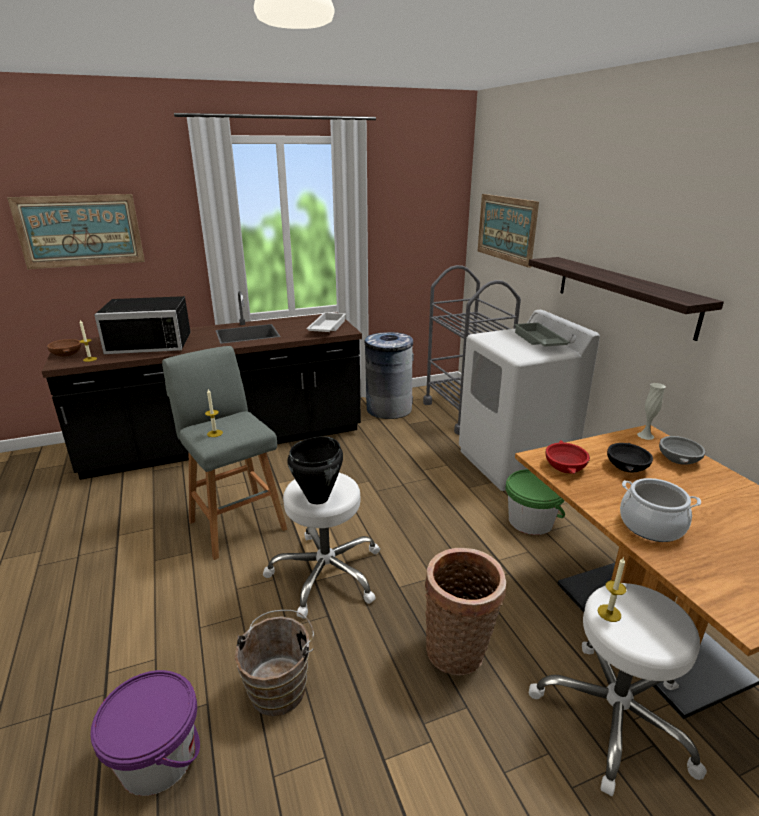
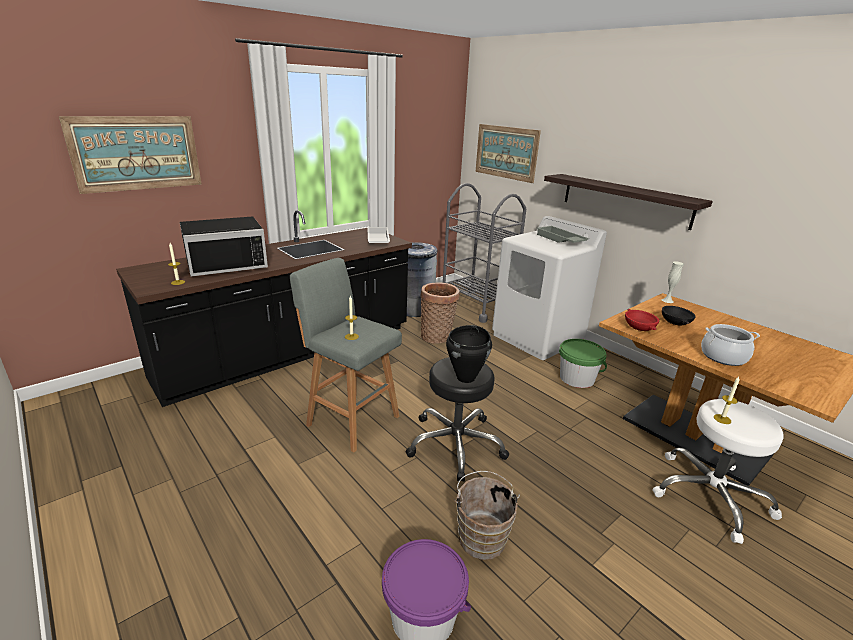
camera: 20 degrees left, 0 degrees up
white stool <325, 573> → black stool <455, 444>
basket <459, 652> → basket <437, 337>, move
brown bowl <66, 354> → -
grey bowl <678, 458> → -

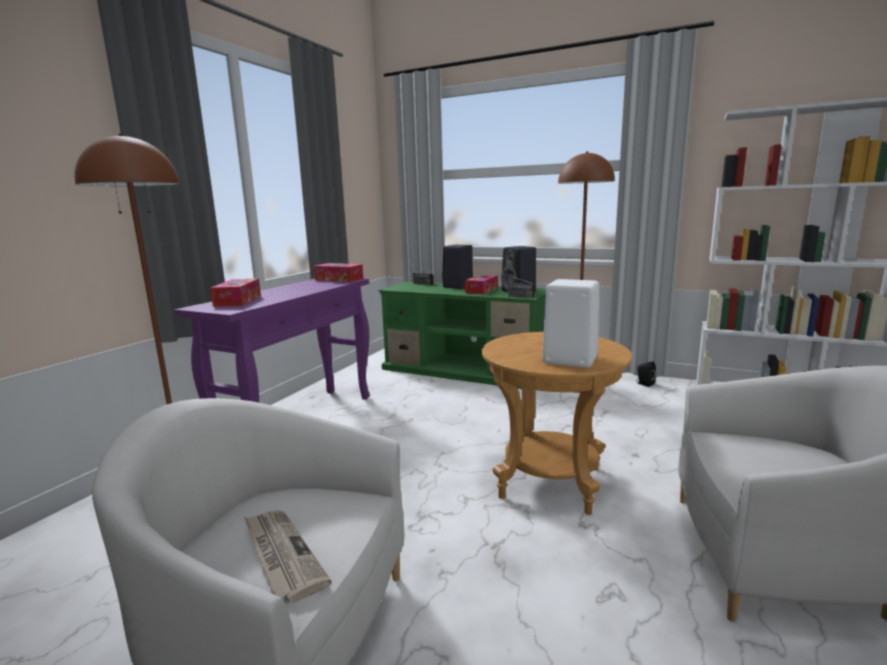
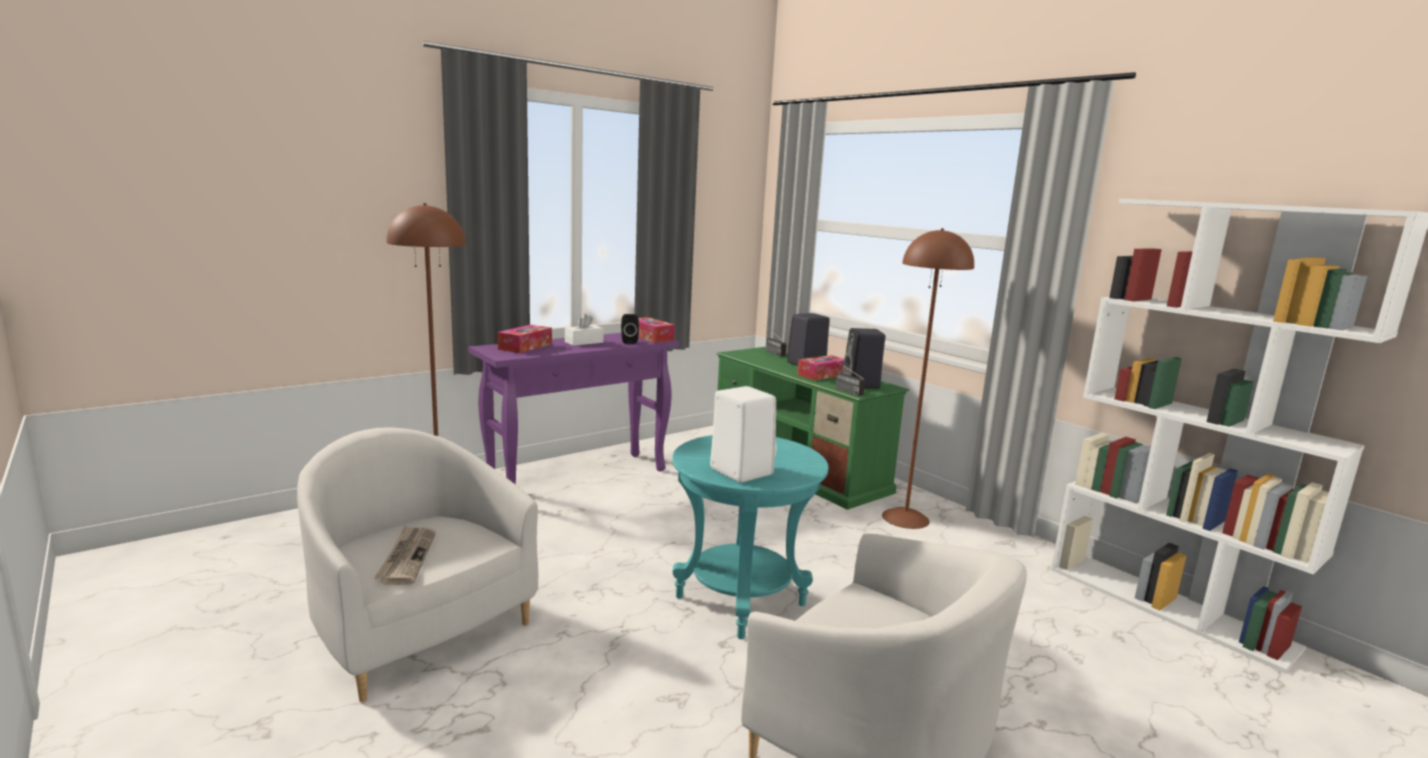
camera: 25 degrees right, 0 degrees up
- → white tissue box <584, 342>
black speaker <644, 384> → black speaker <628, 342>, move
brown side table <550, 482> → turquoise side table <740, 600>

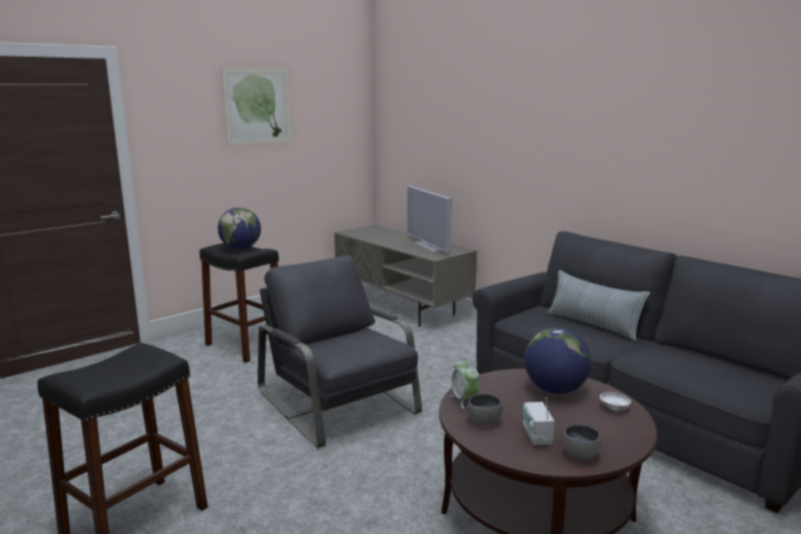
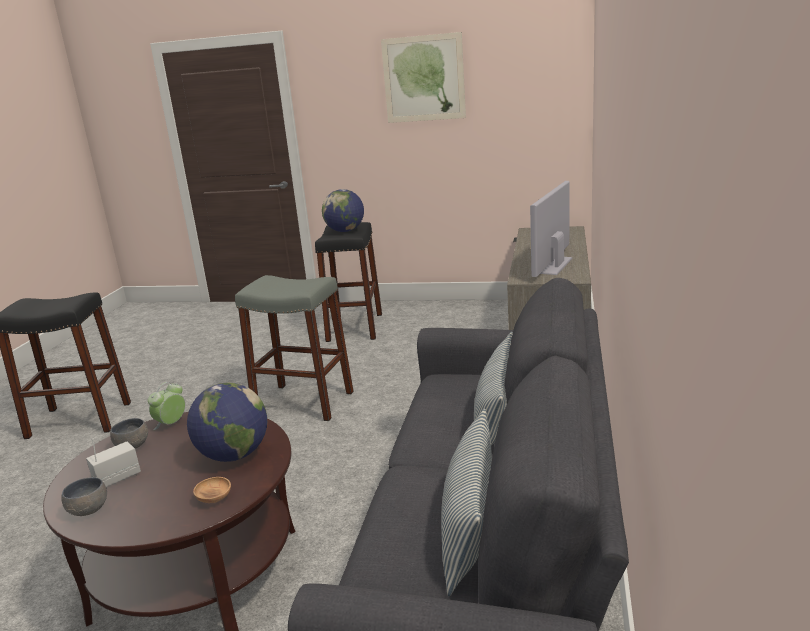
camera: 55 degrees right, 5 degrees up
white bowl <614, 408> → brown bowl <214, 498>
grey armchair <339, 402> → grey stool <303, 402>
- → pillow <469, 529>

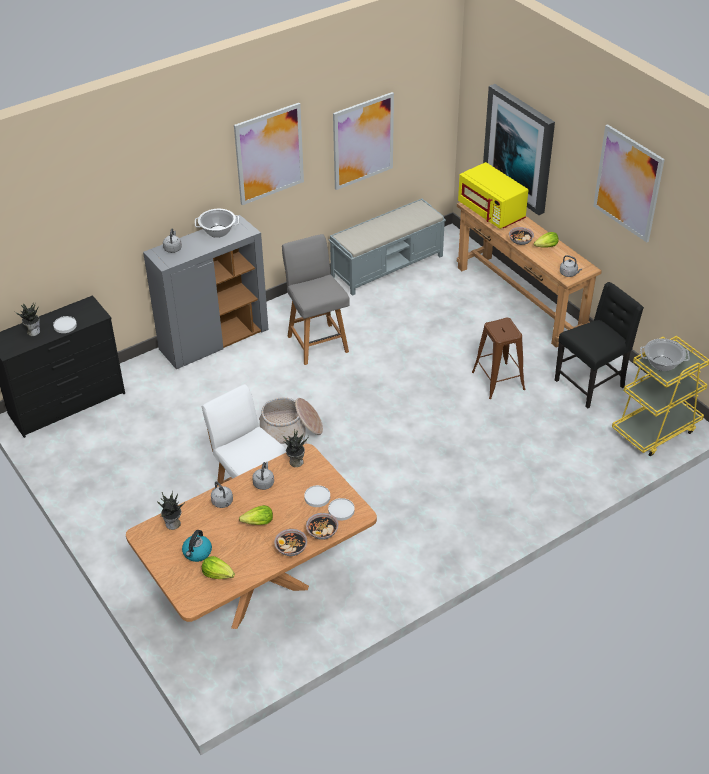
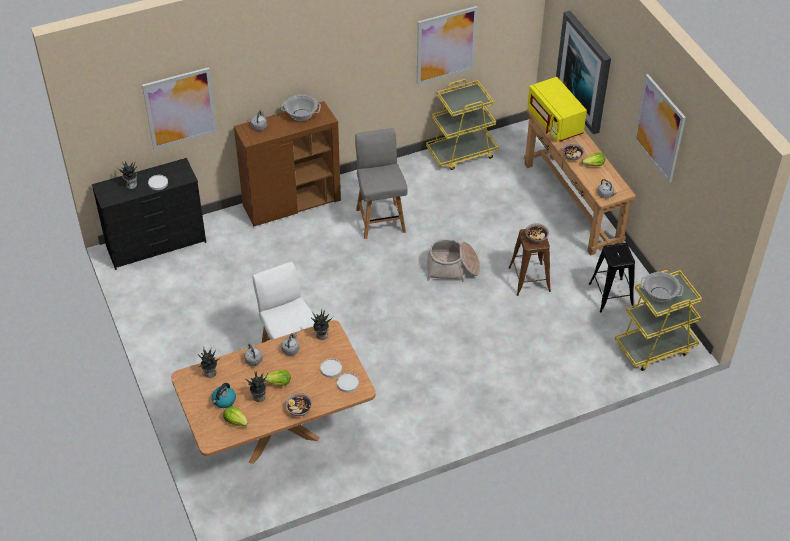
camera: 10 degrees right, 5 degrees up
picture <269, 153> → picture <180, 108>, move
grey cabinet <214, 340> → brown cabinet <292, 204>
- → potted plant <258, 397>
grey bench <388, 265> → yellow cart <462, 153>
basket <291, 431> → basket <452, 268>, move
bowl <322, 532> → bowl <536, 237>, move
black chair <591, 384> → black stool <611, 295>

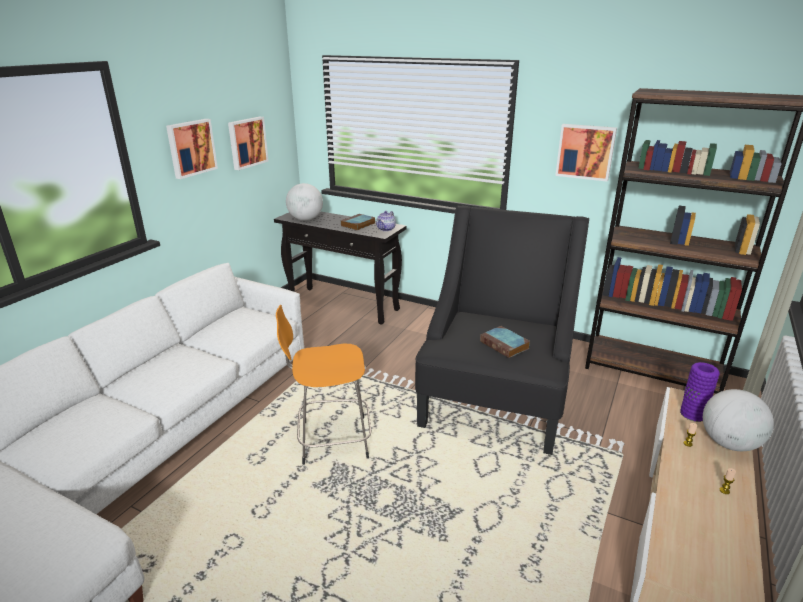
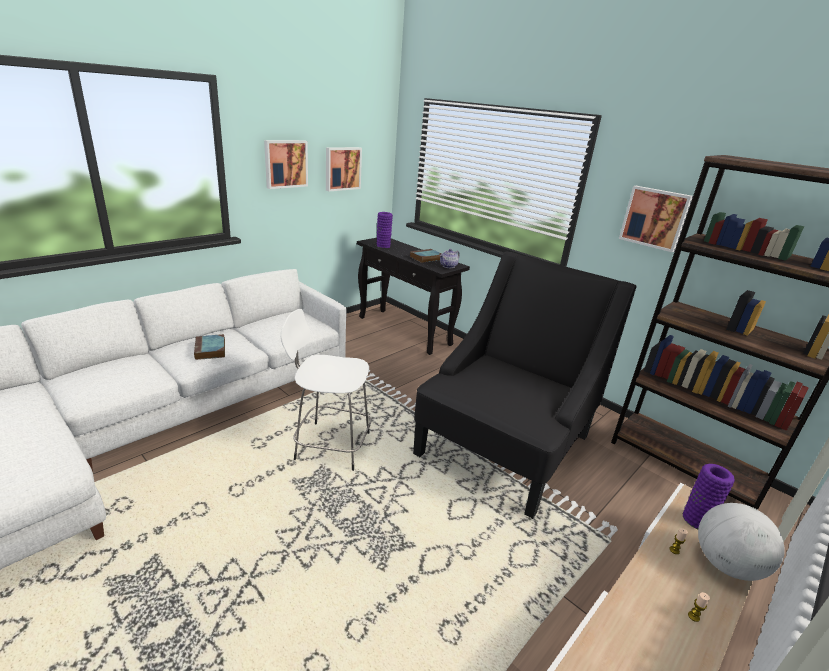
camera: 15 degrees right, 0 degrees up
book <505, 345> → book <210, 350>, move
orange stool <331, 440> → white stool <330, 445>
globe <305, 219> → purple vase <383, 246>

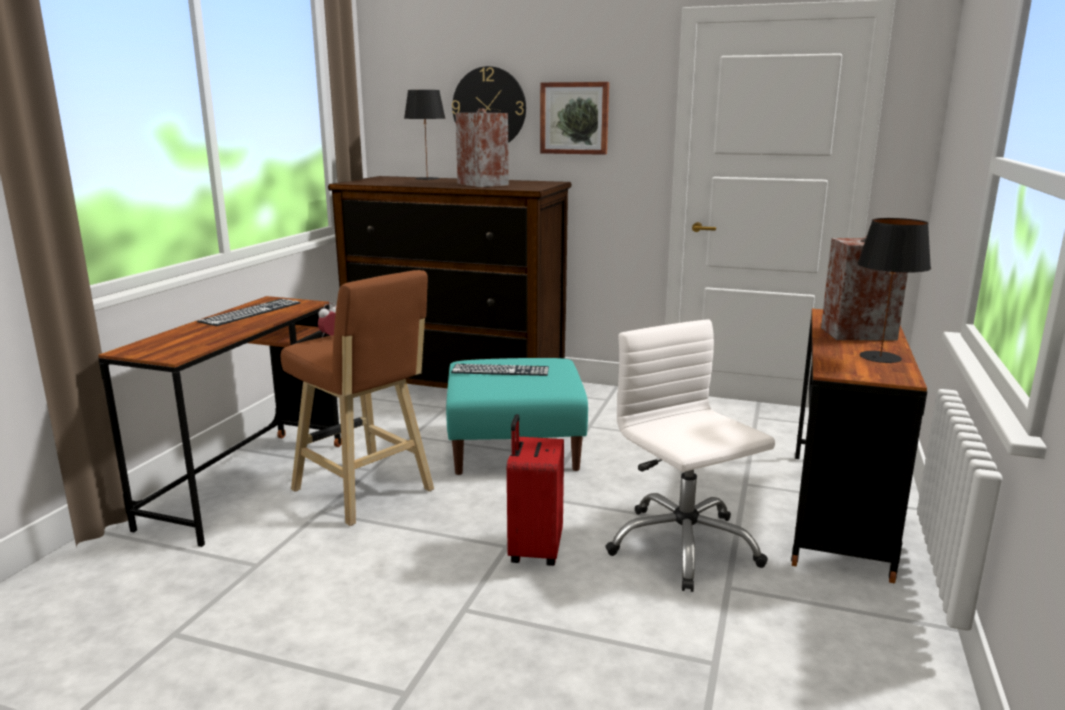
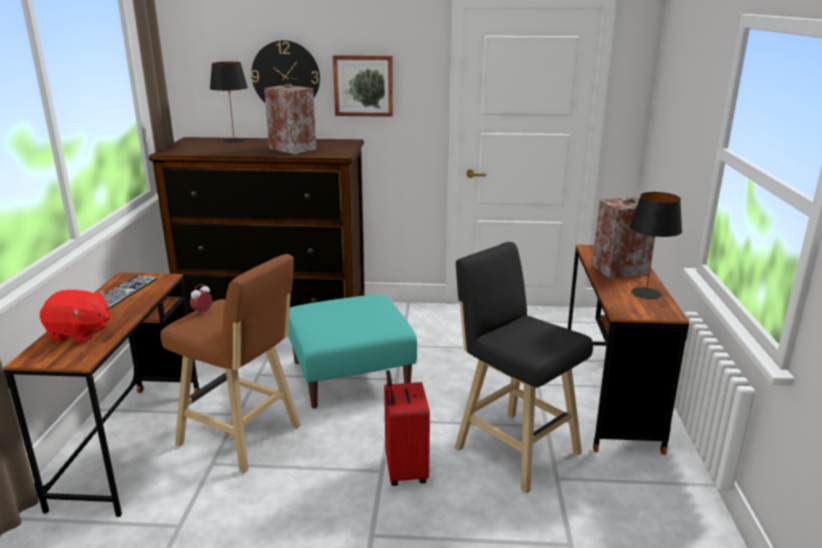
camera: 15 degrees left, 5 degrees up
- → red plush toy <80, 333>
white office chair <683, 546> → black stool <513, 448>
keyboard <500, 370> → -

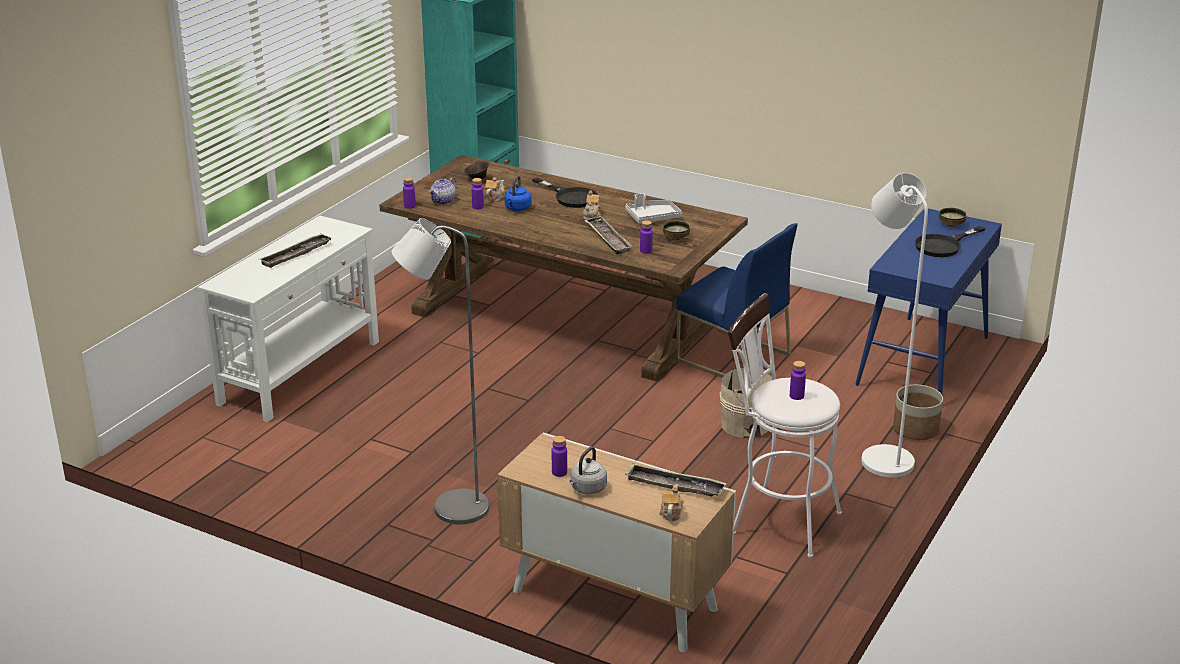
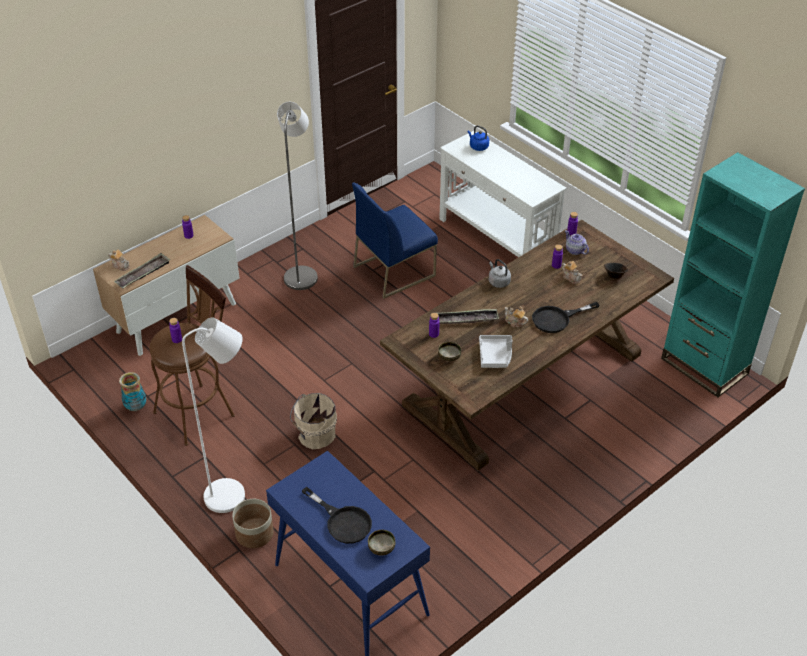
camera: 110 degrees right, 15 degrees up
- → vase <136, 407>
white stool <776, 520> → brown stool <199, 410>
black frying pan <943, 245> → black frying pan <343, 521>, 150 degrees clockwise
blue chair <732, 358> → blue chair <394, 270>, move
blue kettle <517, 208> → blue kettle <478, 147>, move
grey kettle <587, 489> → grey kettle <498, 282>, move
tray <296, 254> → -

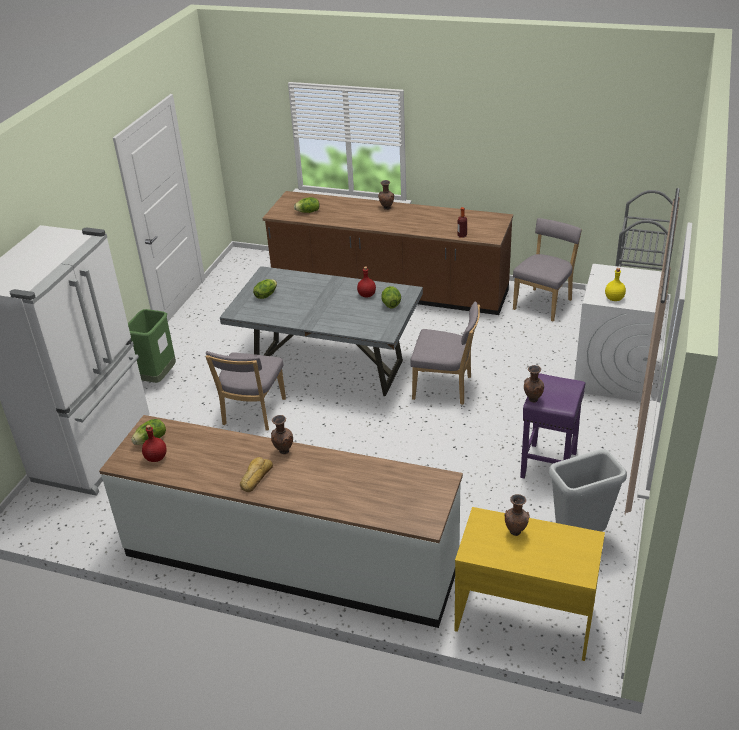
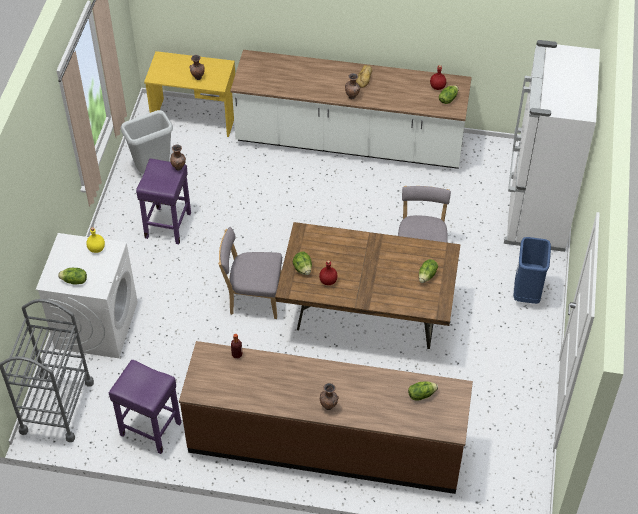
camera: 170 degrees right, 15 degrees up
- → lettuce <74, 281>
grey chair <544, 303> → purple stool <149, 429>
grey dining table <329, 368> → brown dining table <366, 317>
green trash can <158, 378> → blue trash can <526, 294>

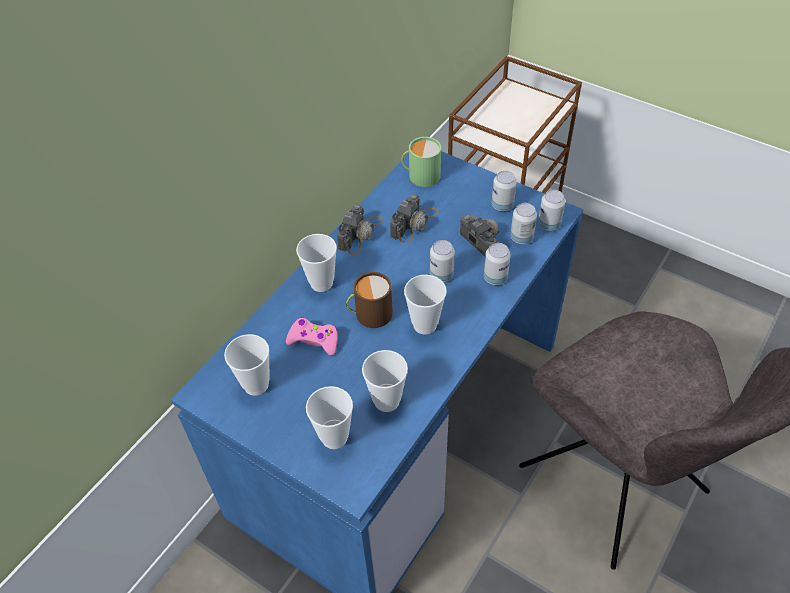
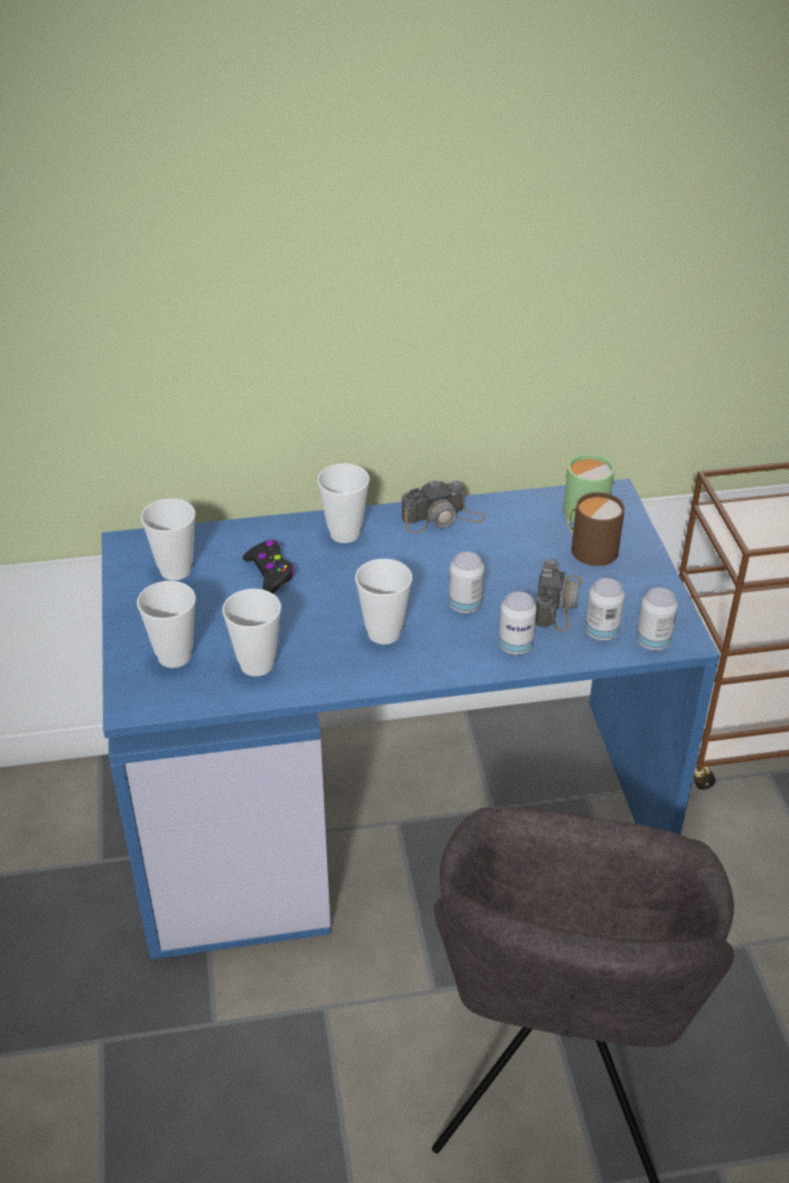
camera: 45 degrees right, 10 degrees down
pink game controller <314, 340> → black game controller <270, 572>
brown mug <369, 313> → brown mug <590, 548>, move
photo camera <414, 224> → -
can <502, 205> → -

